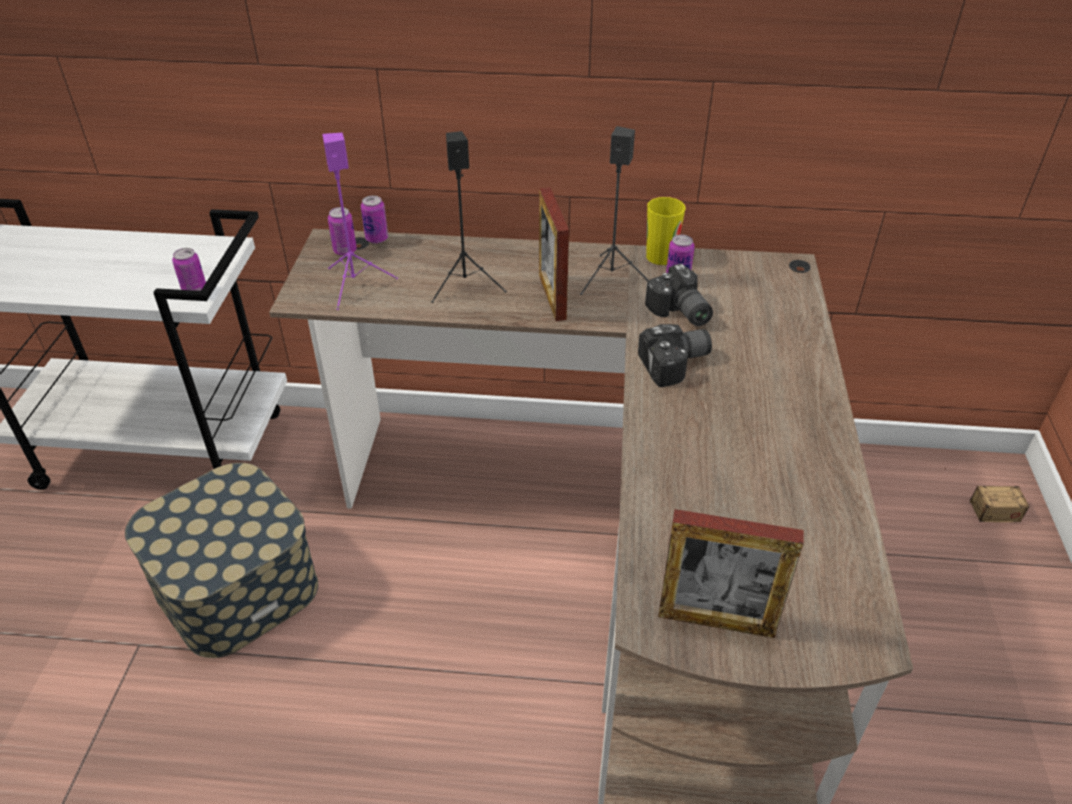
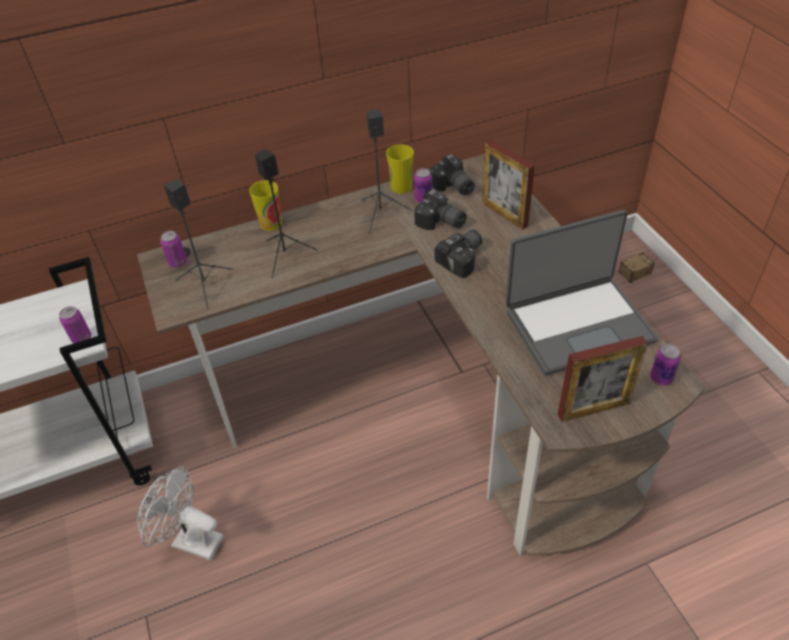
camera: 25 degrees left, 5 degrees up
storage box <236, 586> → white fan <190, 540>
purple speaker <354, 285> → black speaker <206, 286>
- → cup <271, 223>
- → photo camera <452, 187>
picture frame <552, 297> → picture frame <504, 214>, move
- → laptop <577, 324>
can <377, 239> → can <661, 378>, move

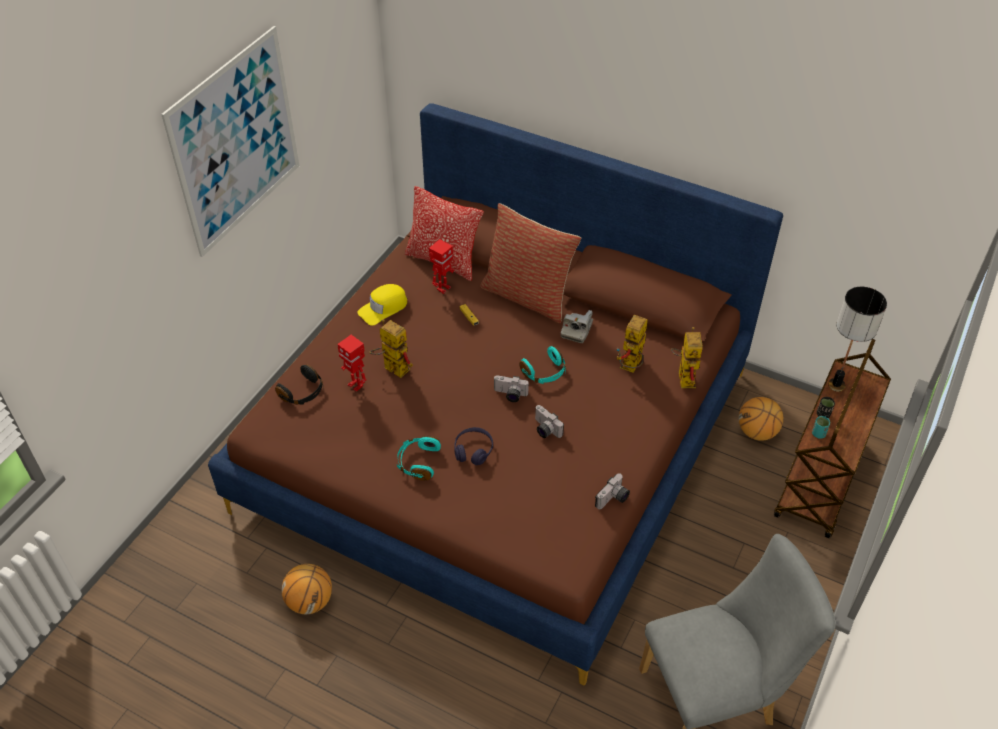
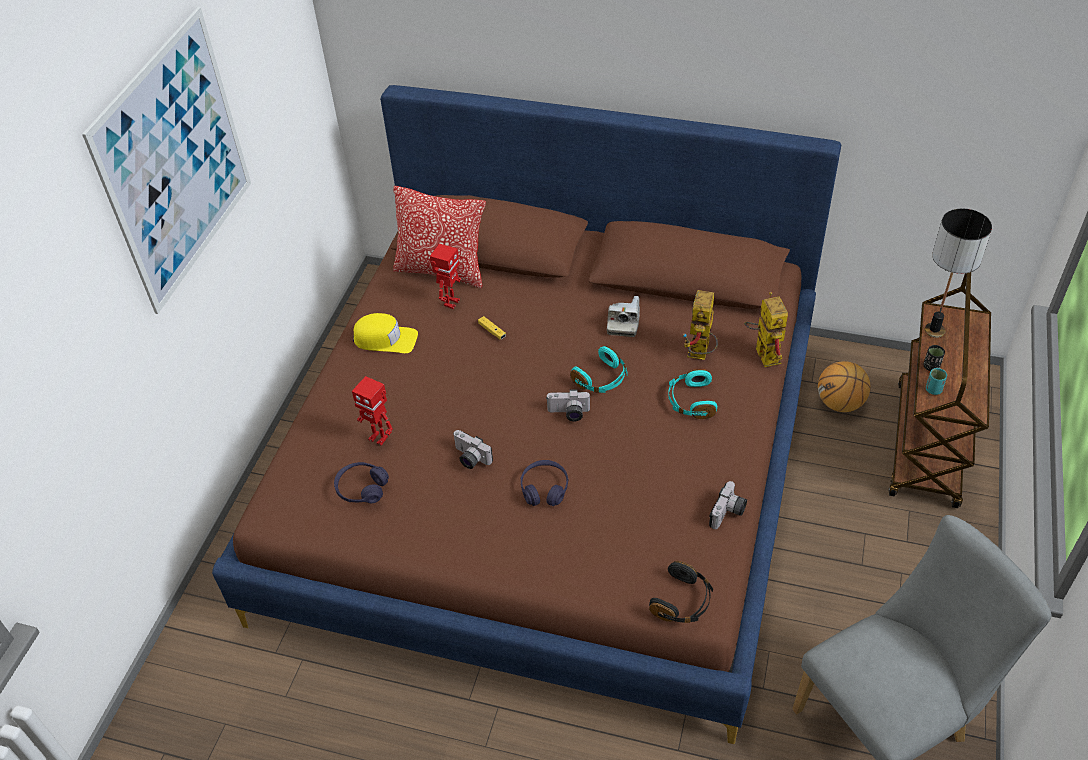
camera: 10 degrees left, 0 degrees up
- → purple headphones <362, 488>
yellow cap <383, 308> → yellow cap <385, 339>, 120 degrees counterclockwise
photo camera <544, 429> → photo camera <469, 458>, move
black headphones <303, 393> → black headphones <682, 601>, move
turquoise headphones <418, 462> → turquoise headphones <690, 401>, move
basketball <310, 601> → -
toy robot <391, 368> → -
pillow <528, 296> → -

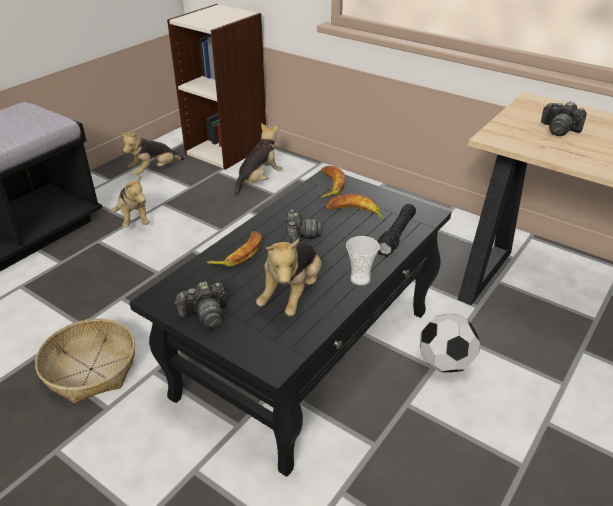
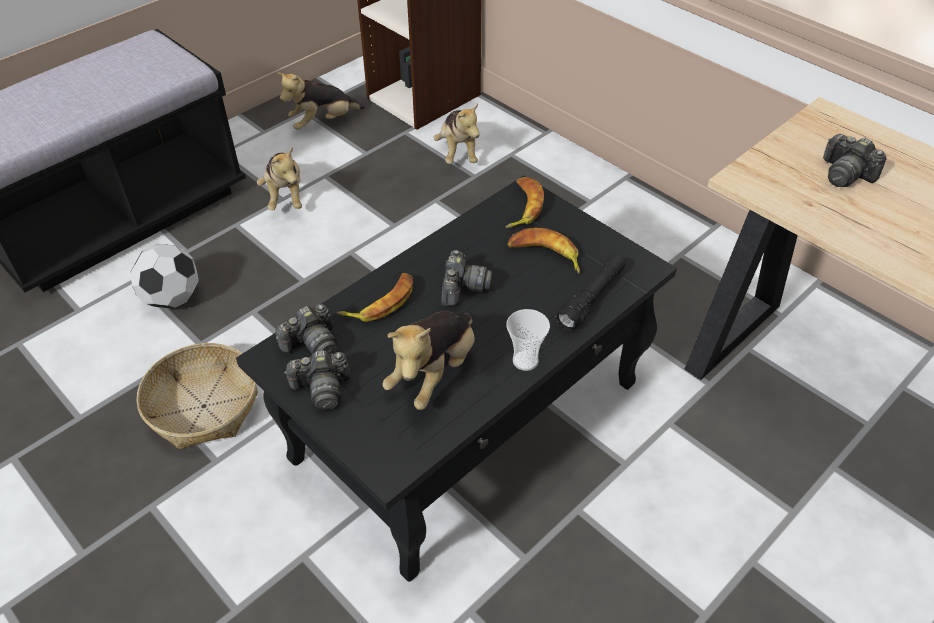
camera: 10 degrees right, 10 degrees up
football <445, 363> → football <173, 298>, move
- → photo camera <312, 344>
plush toy <259, 180> → plush toy <458, 152>, 120 degrees clockwise

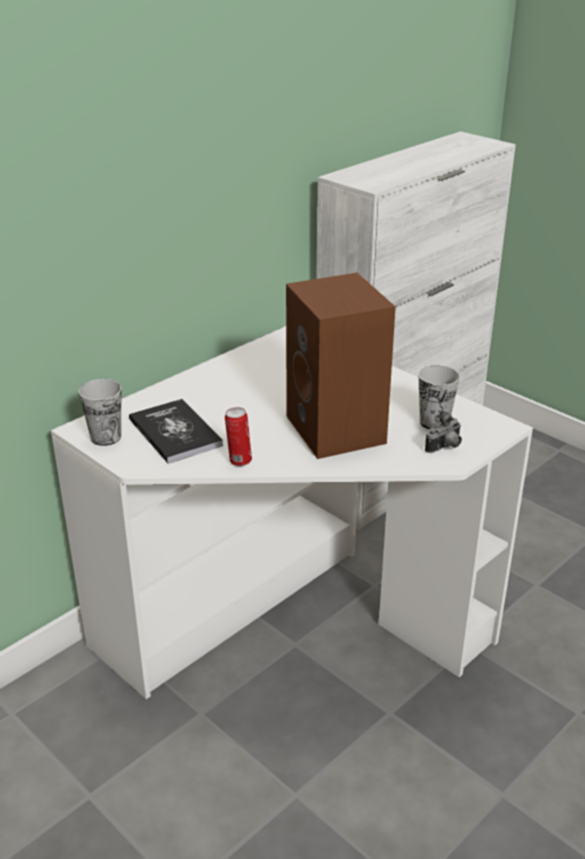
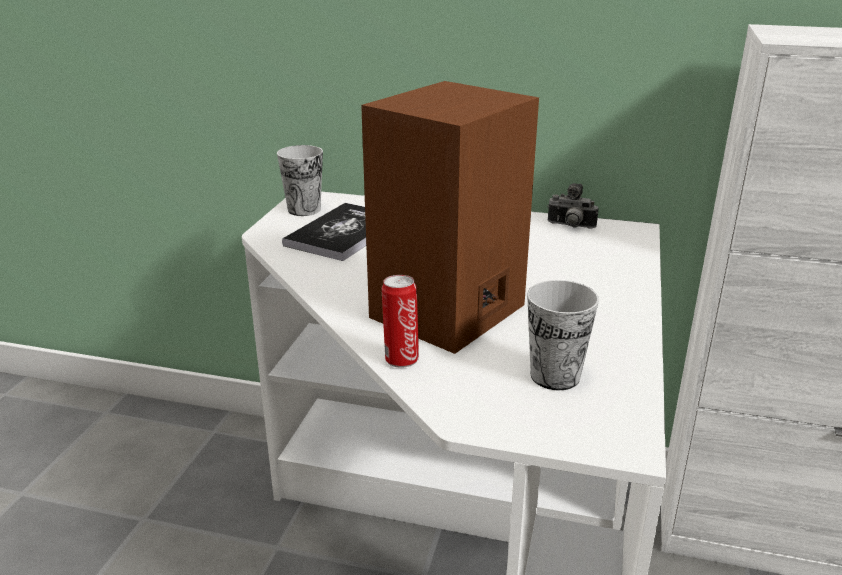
camera: 60 degrees right, 5 degrees down
can <239, 461> → can <401, 359>, move
photo camera <445, 447> → photo camera <570, 226>, move

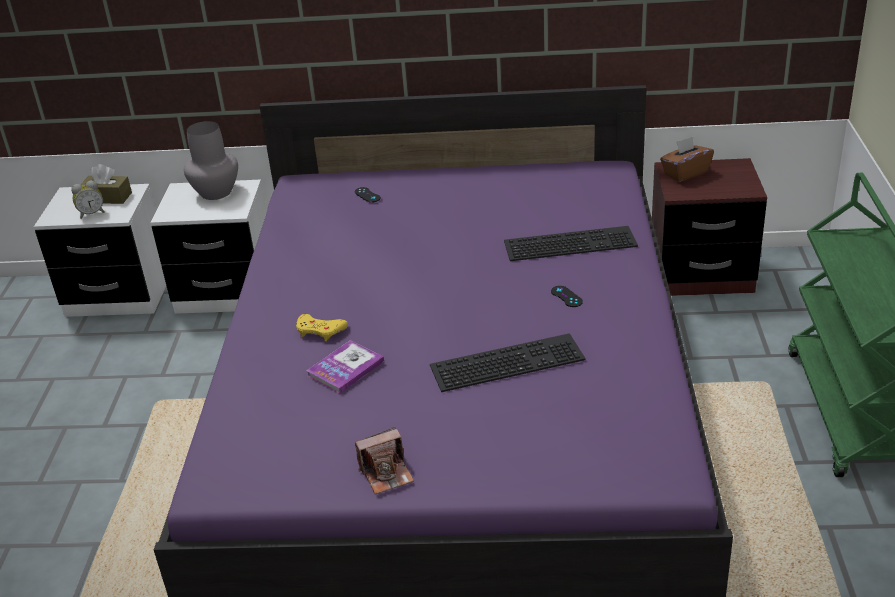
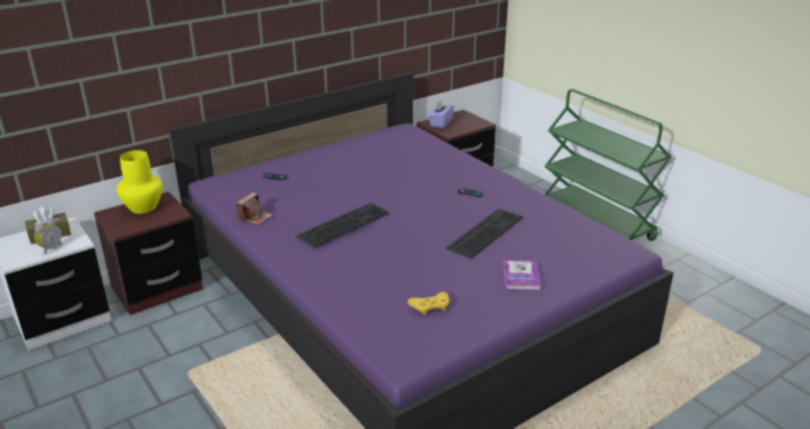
camera: 40 degrees left, 5 degrees down
white nightstand <227, 292> → brown nightstand <157, 288>
grey vase <216, 192> → yellow vase <143, 207>
photo camera <386, 474> → photo camera <255, 217>, move
keyboard <570, 242> → keyboard <343, 223>, move
yellow game controller <320, 331> → yellow game controller <430, 306>, move
brown tissue box <685, 173> → purple tissue box <440, 123>
book <345, 368> → book <521, 276>, move

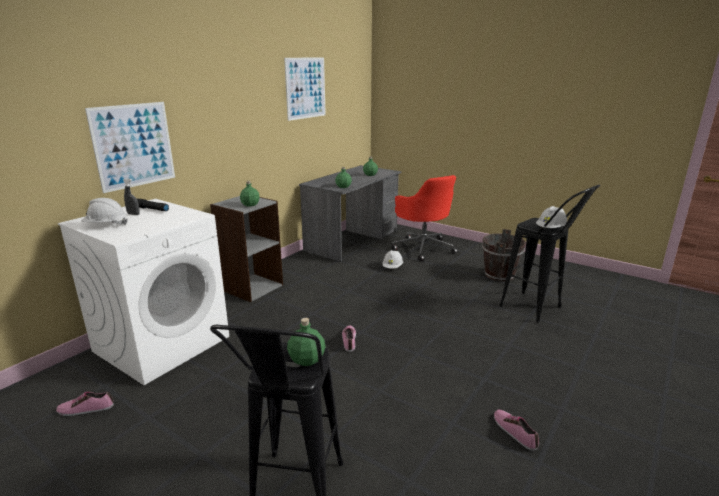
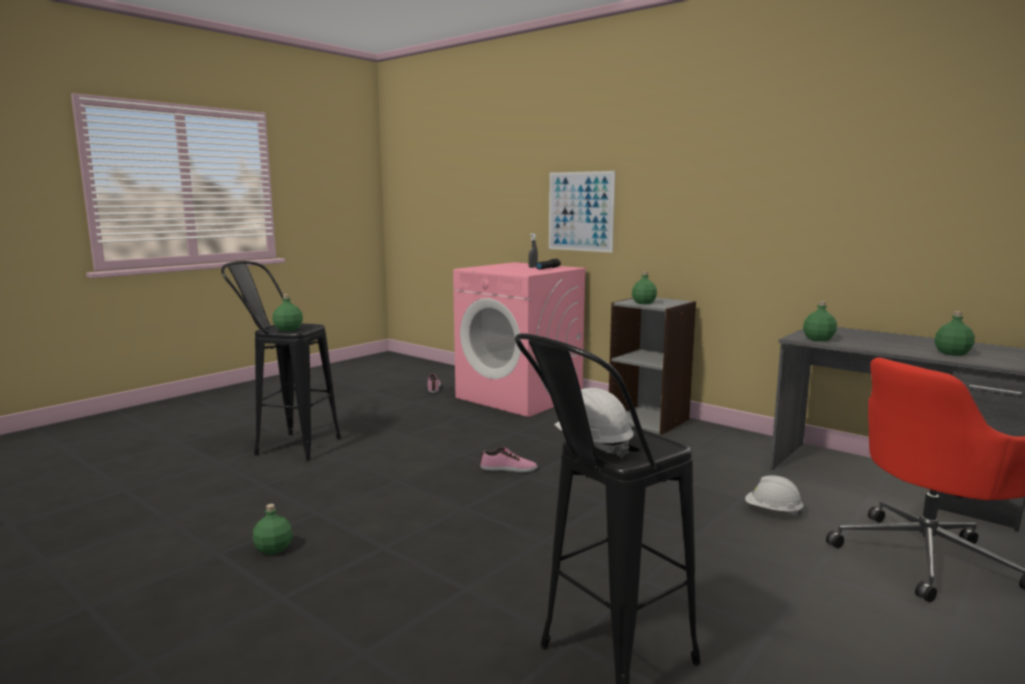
camera: 95 degrees right, 10 degrees down
shoe <515, 431> → green bottle <273, 549>
white washing machine <162, 343> → pink washing machine <520, 397>
white hard hat <105, 225> → -
picture <305, 88> → -
brown bucket <499, 275> → -

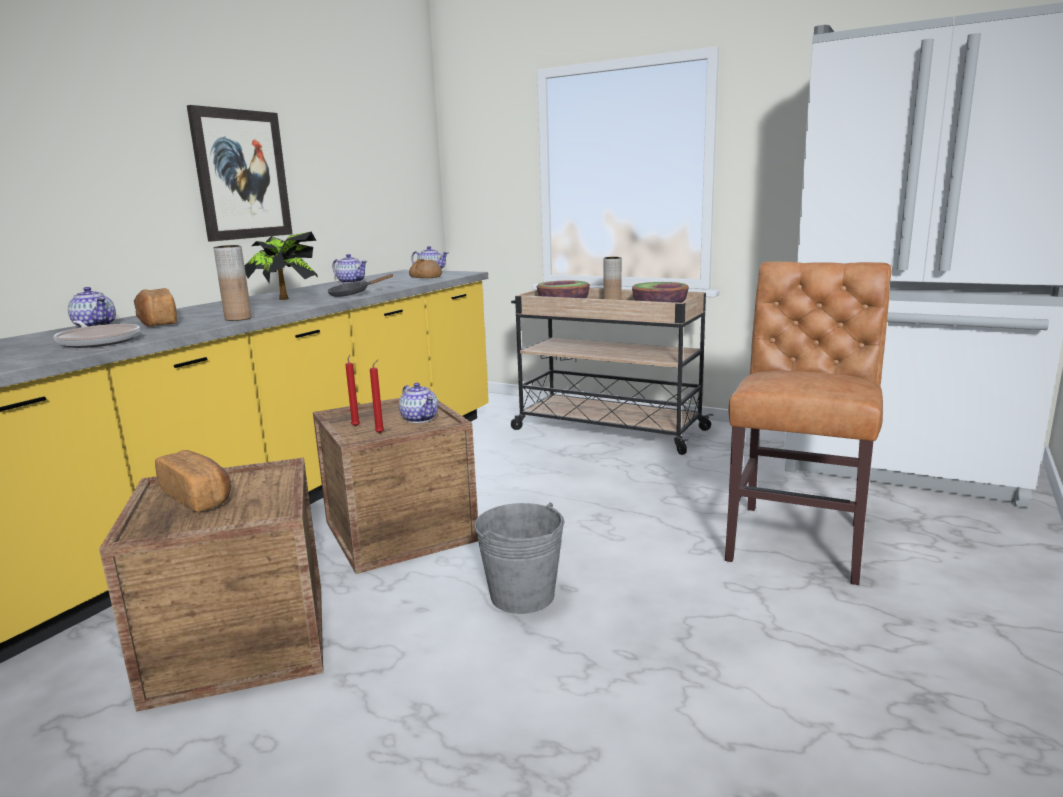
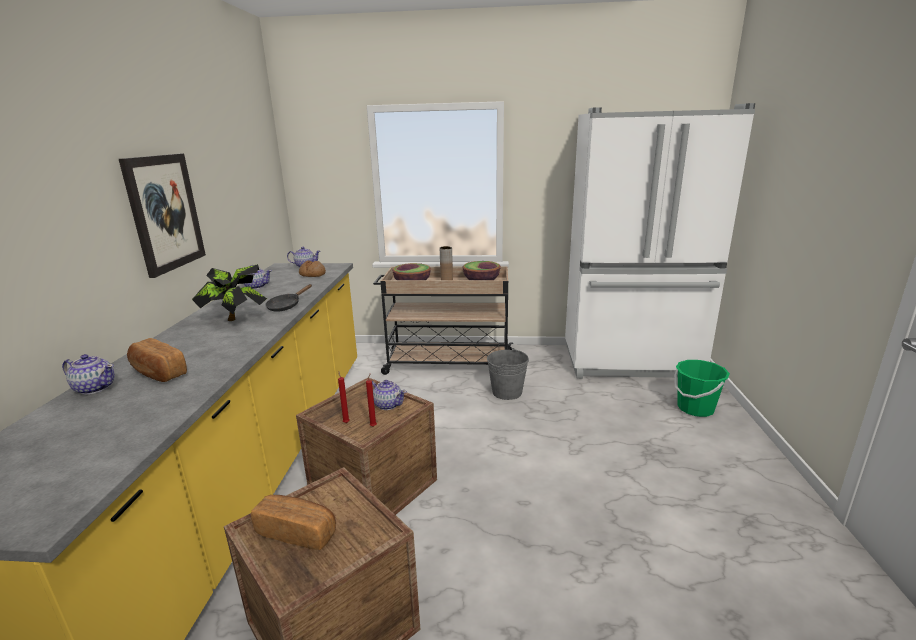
camera: 25 degrees left, 5 degrees up
grey bucket <522, 595> → grey bucket <507, 392>, move
- → green bucket <695, 408>
frying pan <98, 341> → -
brown vase <238, 318> → -
brown chair <798, 538> → -

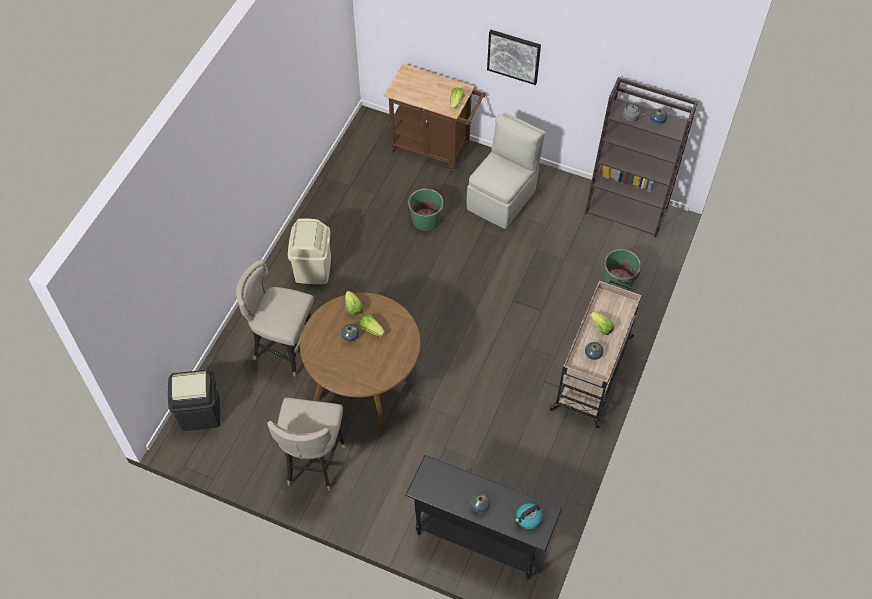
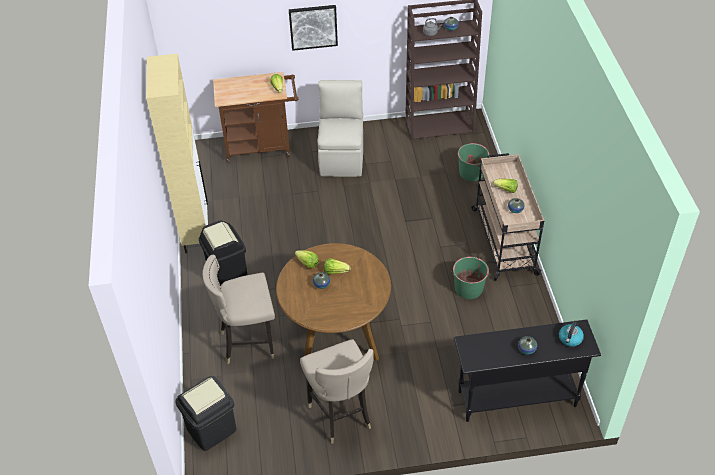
camera: 30 degrees left, 10 degrees down
- → beige cabinet <196, 231>
beige trash can <312, 269> → black trash can <227, 273>
green bucket <426, 219> → green bucket <468, 288>, move

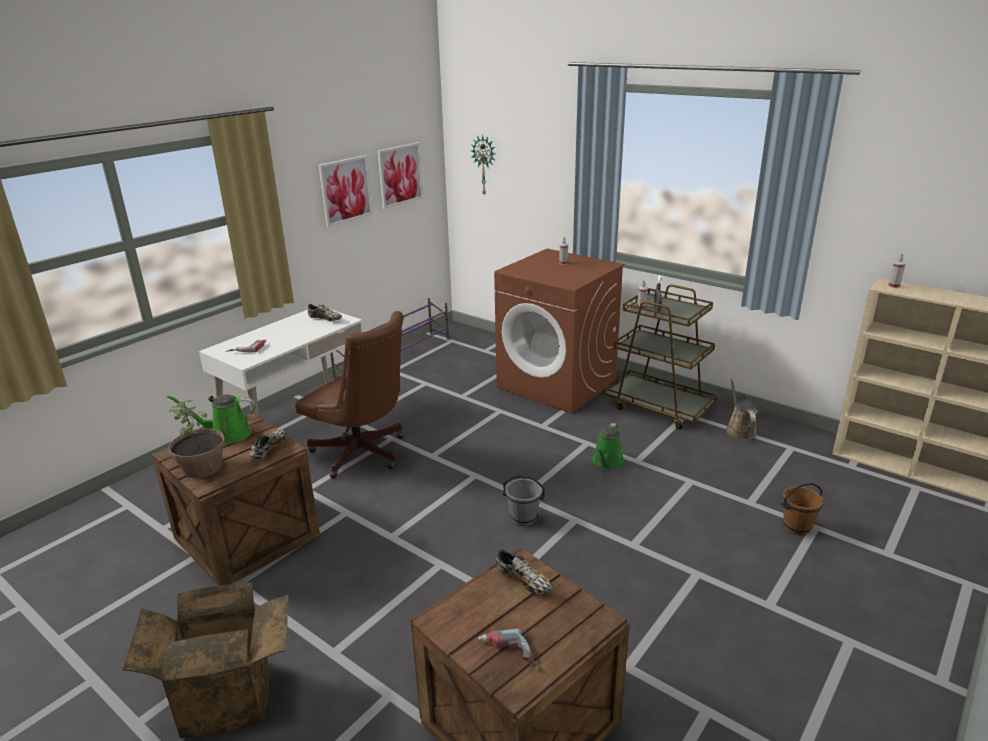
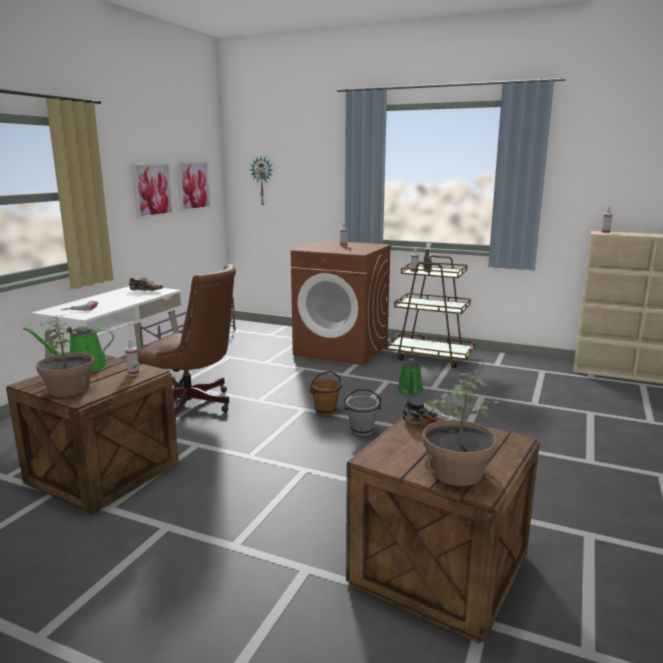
camera: 15 degrees left, 10 degrees down
shoe <269, 450> → spray bottle <133, 373>
brown bucket <796, 527> → brown bucket <325, 411>, move
power drill <508, 656> → potted plant <456, 472>
cardboard box <229, 693> → -
brown watering can <739, 430> → -

